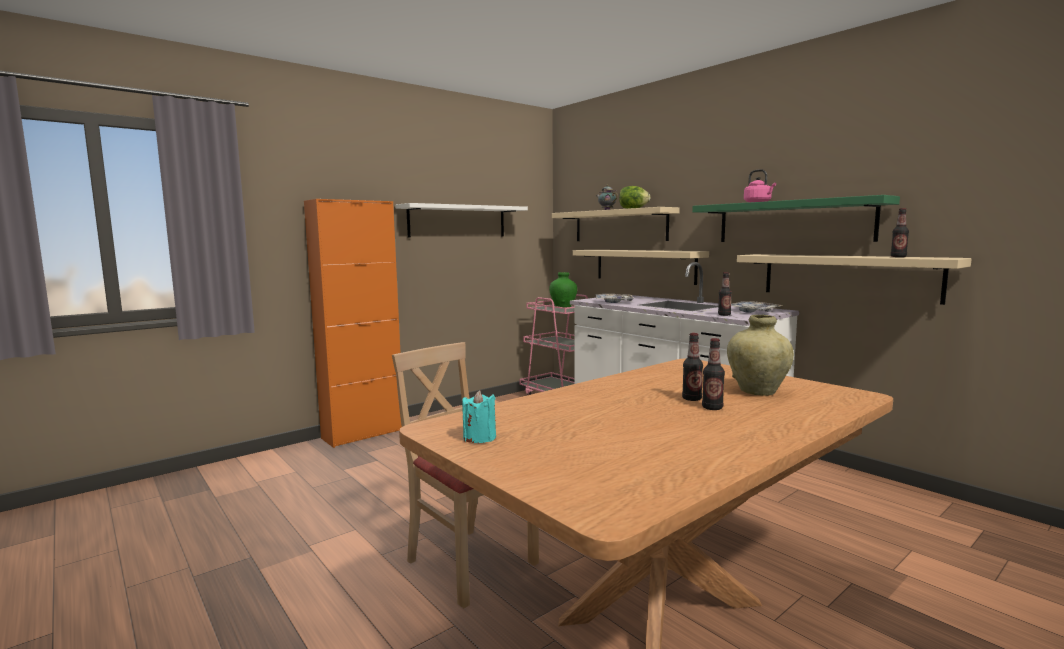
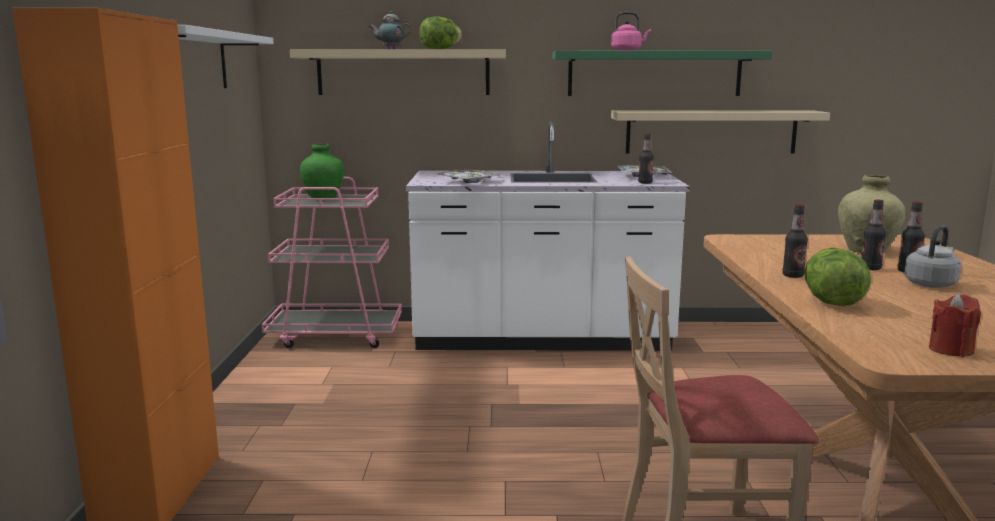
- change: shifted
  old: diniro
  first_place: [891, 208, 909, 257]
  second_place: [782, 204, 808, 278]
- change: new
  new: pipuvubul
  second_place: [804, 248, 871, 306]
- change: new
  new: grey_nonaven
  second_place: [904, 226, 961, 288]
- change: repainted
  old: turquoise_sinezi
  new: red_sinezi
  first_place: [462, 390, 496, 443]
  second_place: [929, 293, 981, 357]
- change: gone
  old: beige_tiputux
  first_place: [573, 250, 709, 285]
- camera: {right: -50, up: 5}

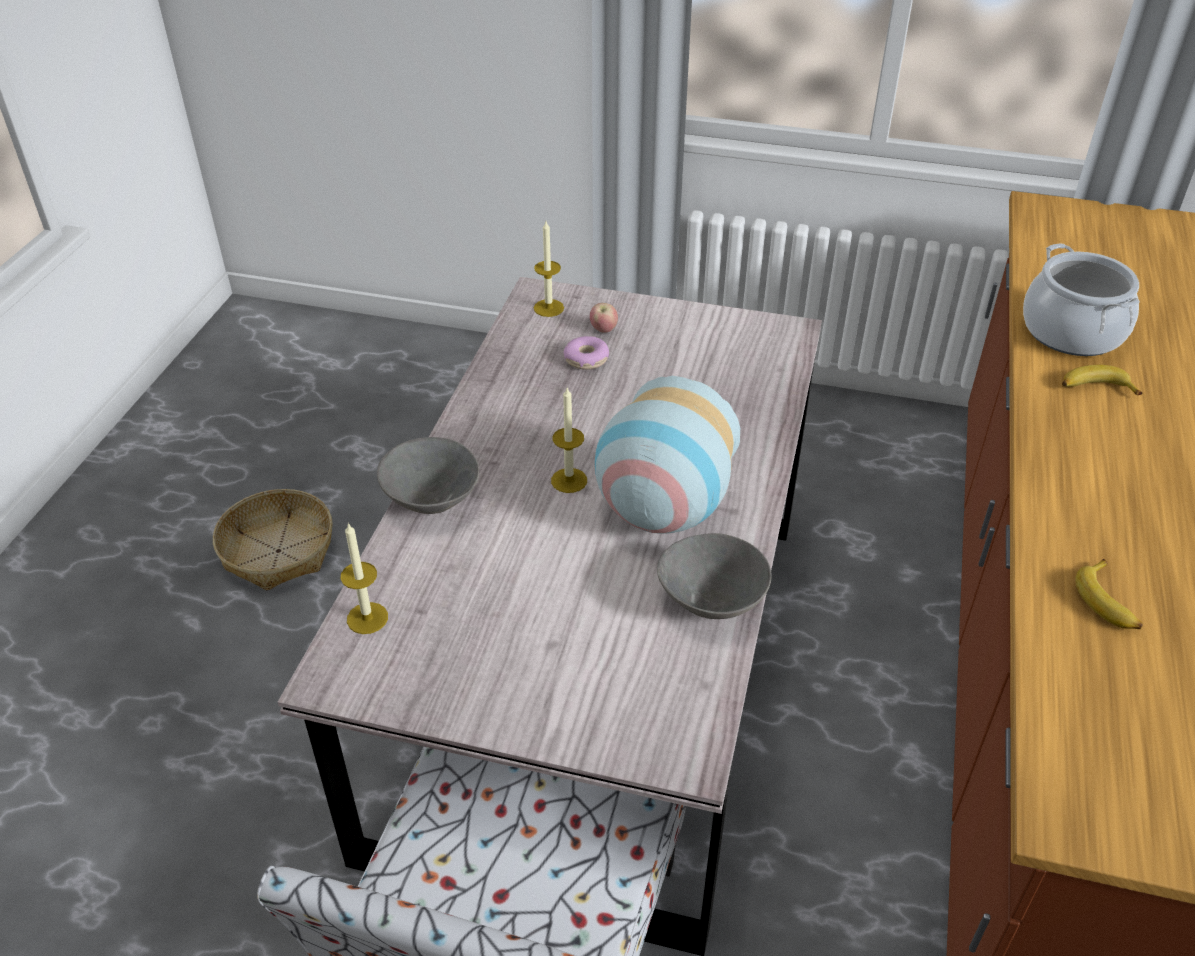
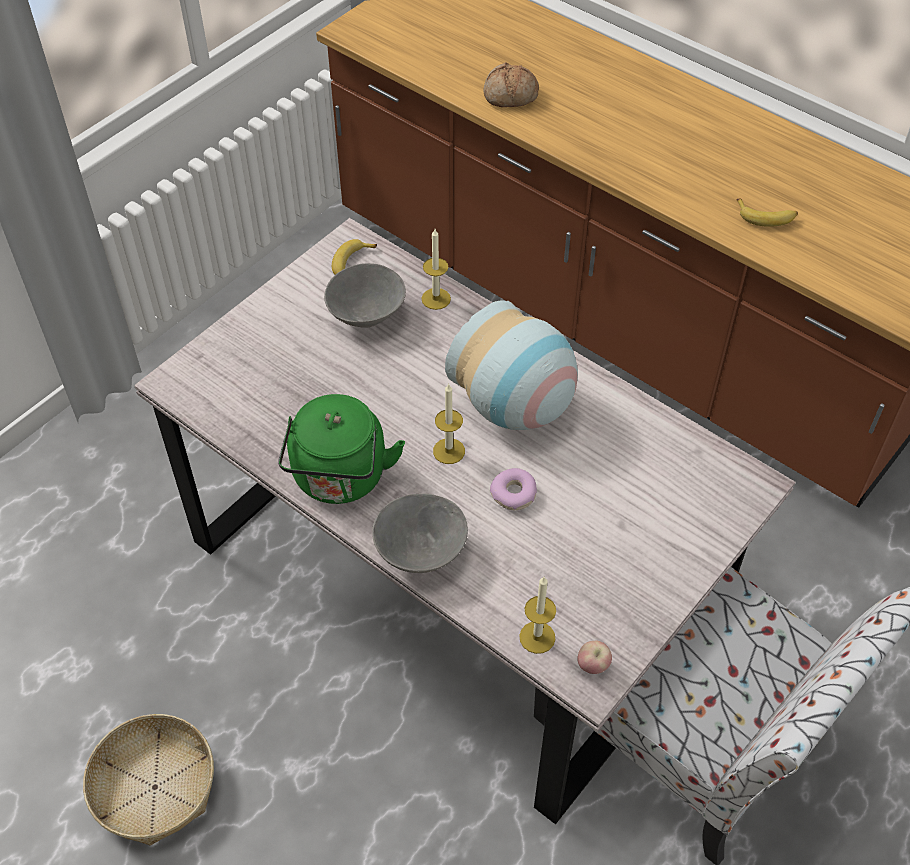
- change: new
  new: green_nonaven
  second_place: [278, 394, 405, 504]
- change: shifted
  old: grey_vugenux
  first_place: [657, 533, 771, 619]
  second_place: [324, 263, 406, 327]
- change: shifted
  old: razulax
  first_place: [1062, 365, 1143, 395]
  second_place: [332, 239, 377, 275]
- change: shifted
  old: sinezi
  first_place: [534, 221, 564, 317]
  second_place: [421, 229, 451, 310]
- change: swapped
  old: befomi
  new: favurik
  first_place: [1023, 244, 1140, 356]
  second_place: [483, 62, 539, 107]
- change: shifted
  old: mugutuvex
  first_place: [564, 336, 609, 370]
  second_place: [490, 468, 537, 510]
- change: shifted
  old: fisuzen
  first_place: [590, 303, 618, 333]
  second_place: [577, 641, 612, 674]
- camera: {right: -65, up: 10}

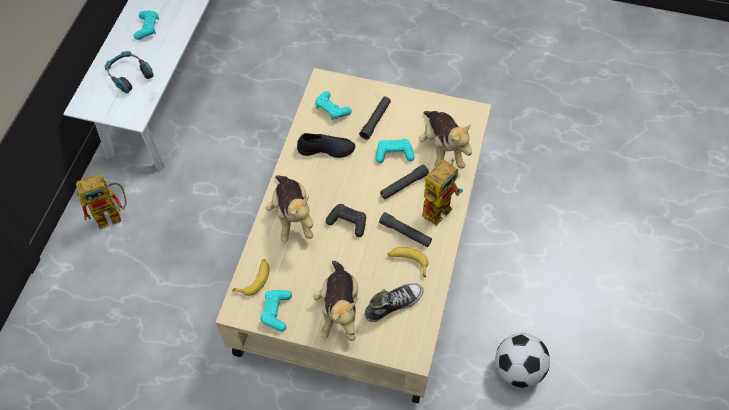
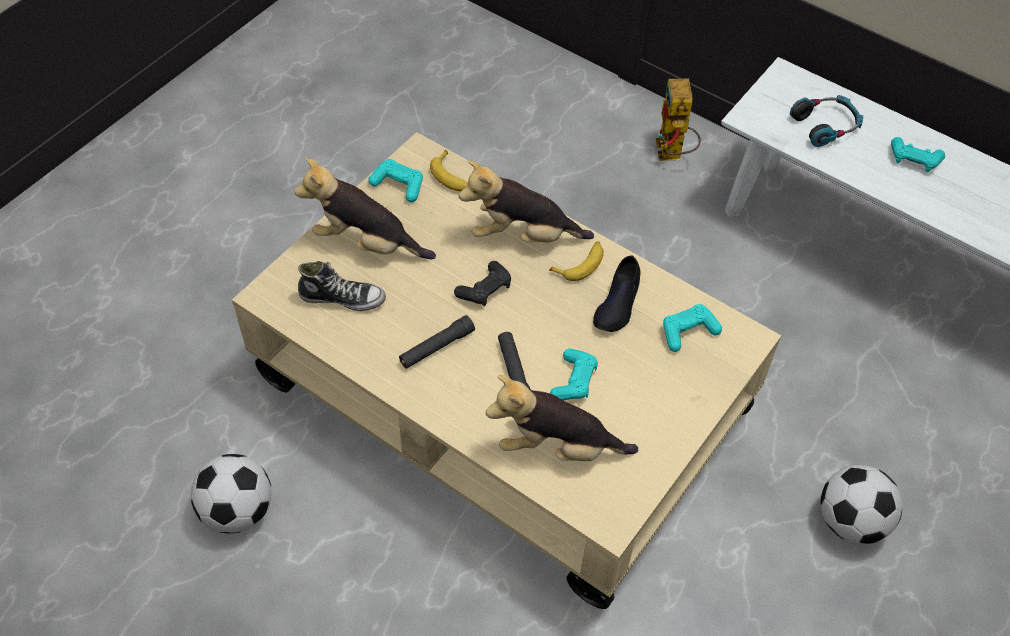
- change: rotated
  old: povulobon
  first_place: [364, 283, 424, 322]
  second_place: [298, 261, 386, 311]
  degrees: -75
- change: shifted
  old: razulax
  first_place: [388, 247, 428, 277]
  second_place: [549, 241, 604, 281]
- change: new
  new: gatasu
  second_place: [820, 465, 903, 544]
- change: gone
  old: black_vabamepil
  first_place: [359, 97, 391, 140]
- change: gone
  old: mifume
  first_place: [422, 158, 463, 226]
- camera: {right: 110, up: -5}

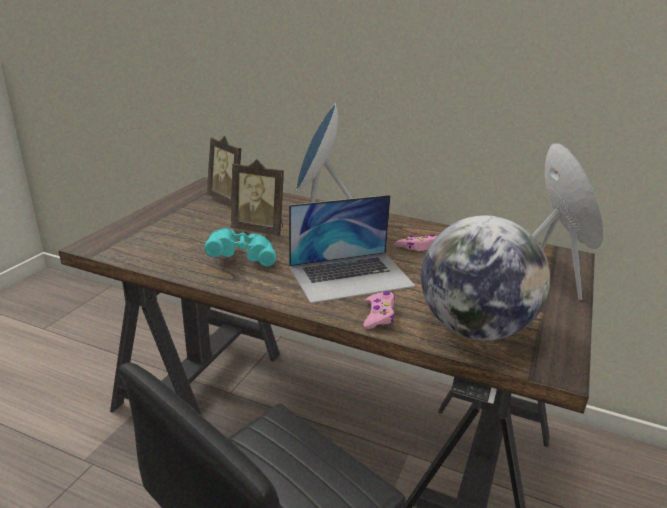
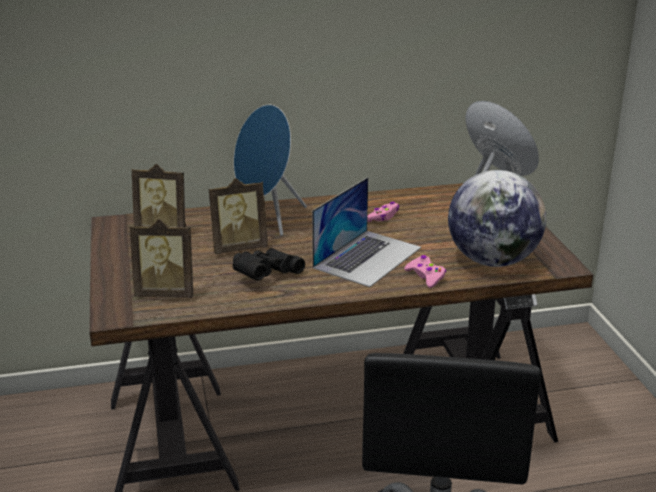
- change: new
  new: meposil
  second_place: [130, 219, 193, 298]
- change: repainted
  old: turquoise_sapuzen
  new: black_sapuzen
  first_place: [205, 228, 276, 266]
  second_place: [233, 248, 305, 281]
- camera: {right: -35, up: 0}

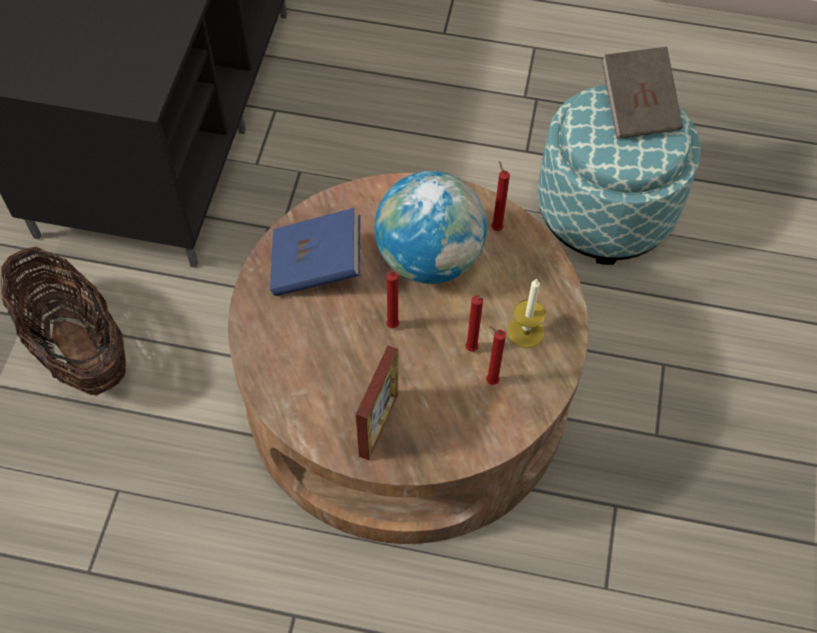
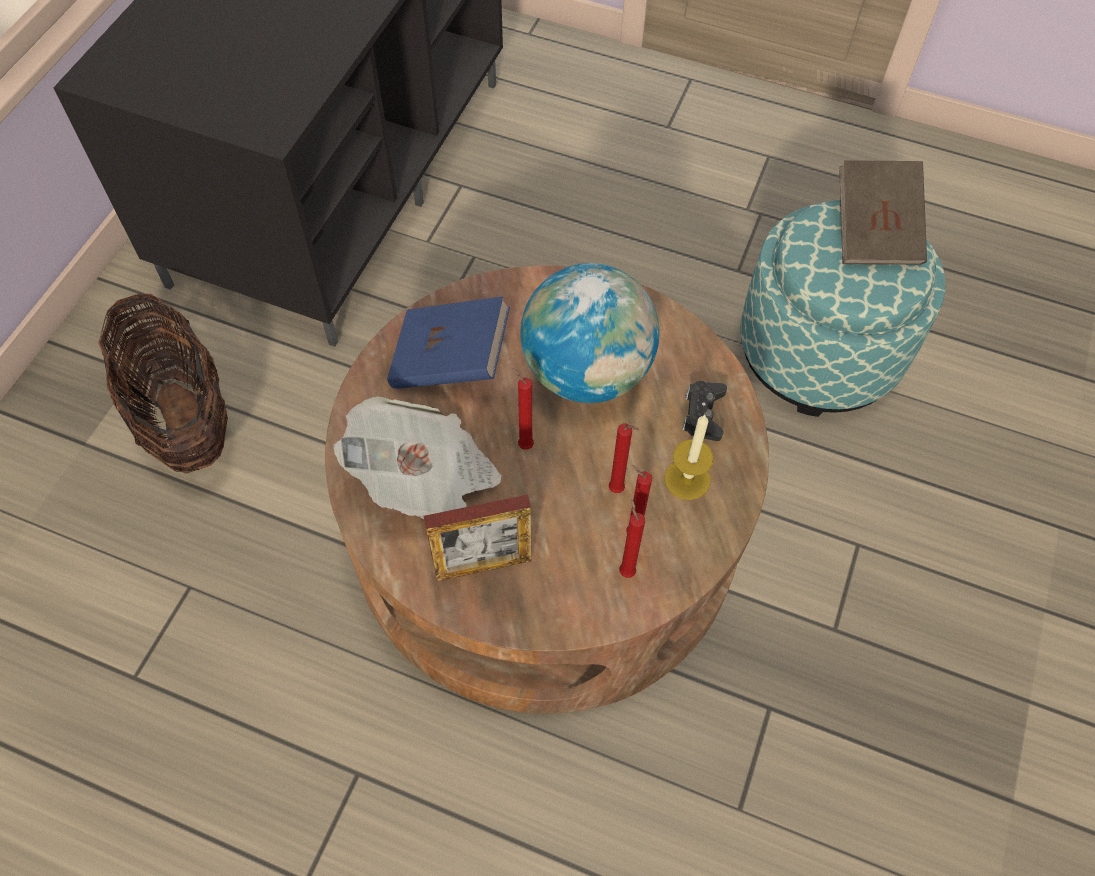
- change: new
  new: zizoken
  second_place: [333, 396, 501, 519]
- change: rotated
  old: meposil
  first_place: [356, 345, 398, 460]
  second_place: [424, 495, 531, 581]
  degrees: 45
- change: shifted
  old: red_sinezi
  first_place: [491, 161, 510, 231]
  second_place: [619, 500, 645, 578]
- change: new
  new: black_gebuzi
  second_place: [682, 381, 727, 441]
- camera: {right: 10, up: 0}

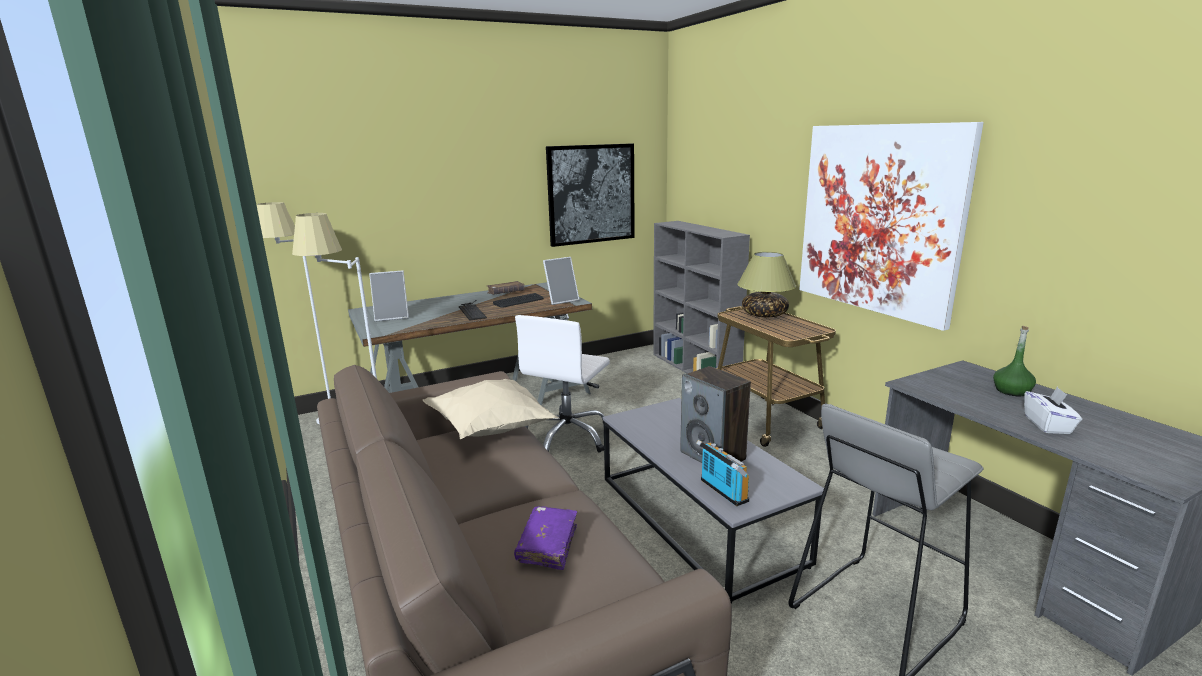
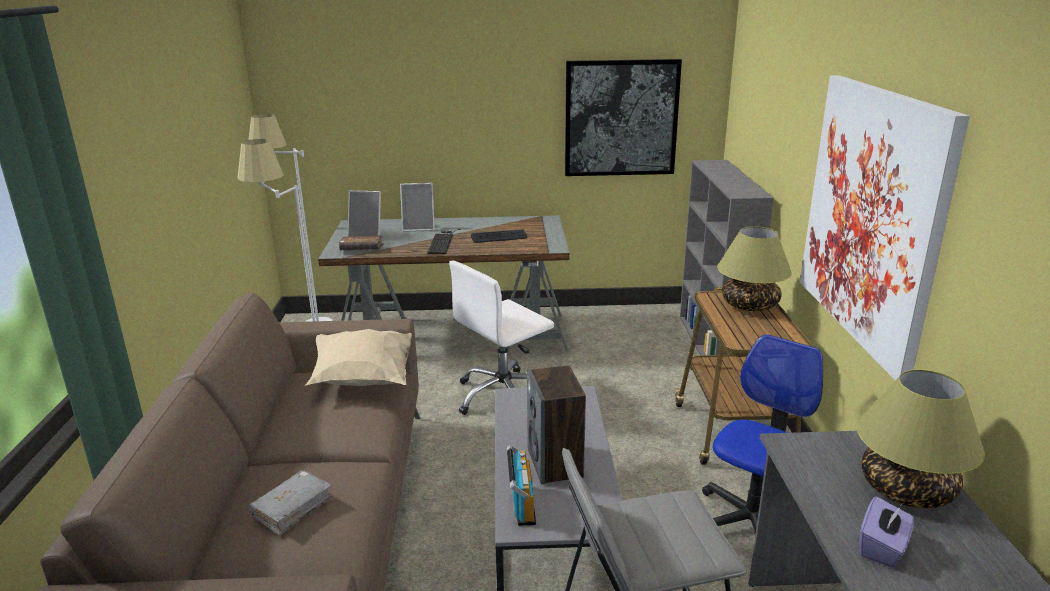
- change: repainted
  old: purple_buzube
  new: grey_buzube
  first_place: [514, 506, 577, 570]
  second_place: [249, 470, 332, 535]
- change: shifted
  old: brown_buzube
  first_place: [487, 281, 524, 295]
  second_place: [339, 235, 383, 250]
- change: shifted
  old: meposil
  first_place: [543, 257, 580, 305]
  second_place: [400, 183, 435, 232]
- change: new
  new: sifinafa
  second_place: [702, 334, 823, 533]
- change: swapped
  old: green_diniro
  new: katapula
  first_place: [993, 326, 1036, 396]
  second_place: [857, 369, 985, 508]
- change: repainted
  old: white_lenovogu
  new: purple_lenovogu
  first_place: [1024, 387, 1082, 434]
  second_place: [859, 497, 914, 568]
- camera: {right: 25, up: 5}

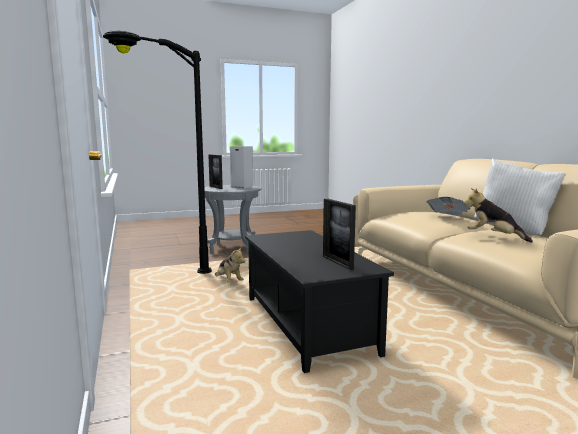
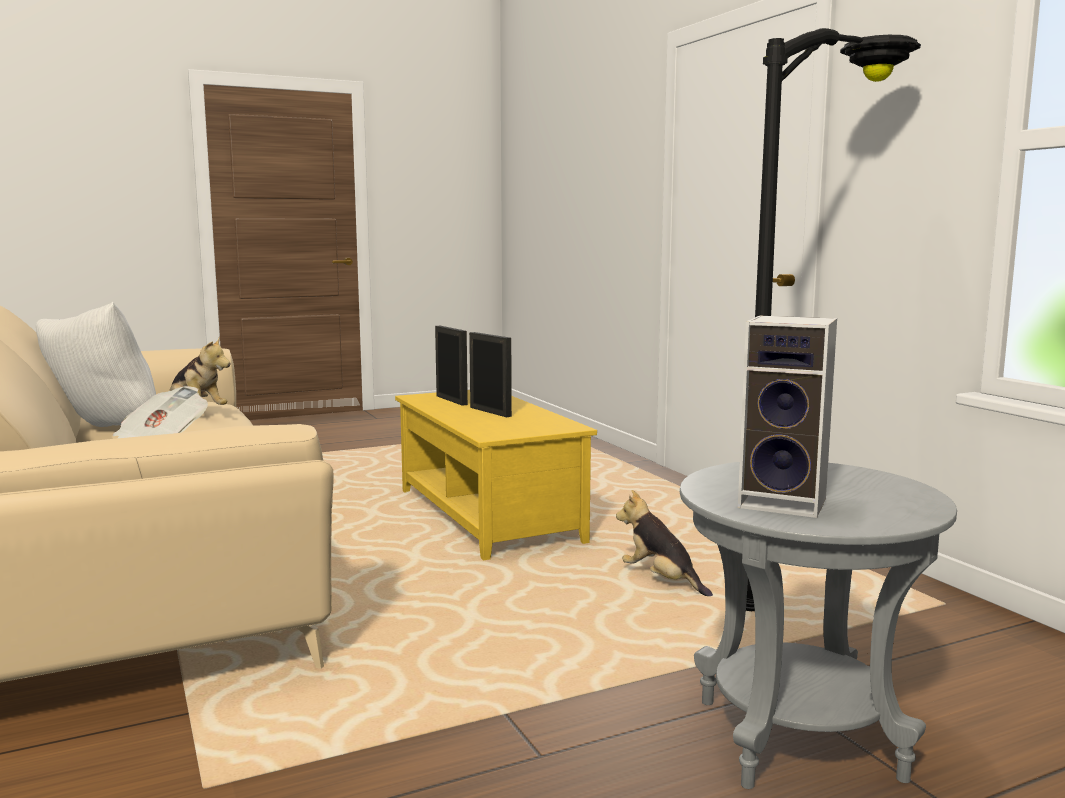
- change: repainted
  old: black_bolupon
  new: yellow_bolupon
  first_place: [245, 230, 394, 373]
  second_place: [395, 390, 597, 560]
- change: shifted
  old: meposil
  first_place: [208, 154, 223, 189]
  second_place: [469, 332, 512, 417]
- camera: {right: 175, up: 0}

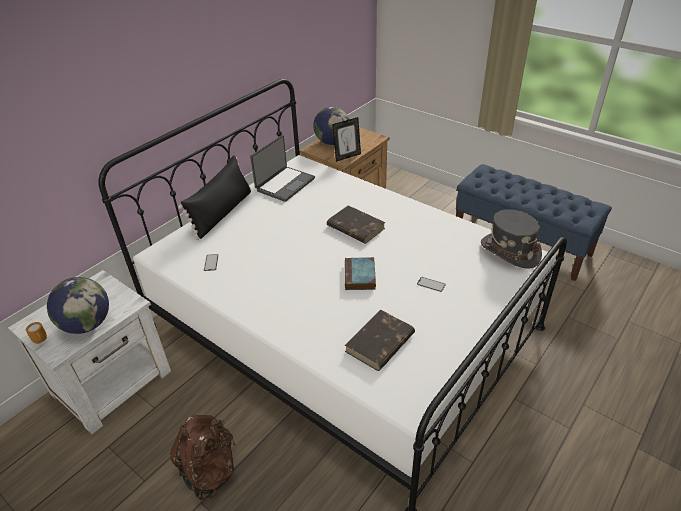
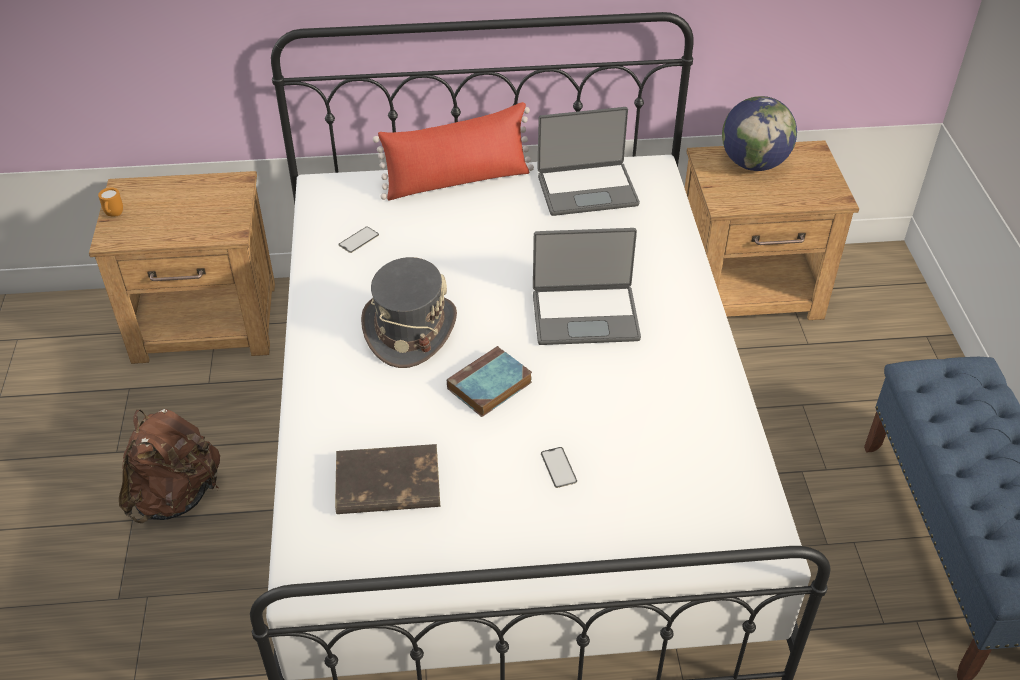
- change: repainted
  old: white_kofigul
  new: brown_kofigul
  first_place: [8, 270, 171, 434]
  second_place: [89, 171, 275, 364]
- change: shifted
  old: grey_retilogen
  first_place: [481, 209, 542, 269]
  second_place: [361, 257, 457, 368]
- change: repainted
  old: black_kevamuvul
  new: red_kevamuvul
  first_place: [178, 155, 251, 240]
  second_place: [373, 102, 534, 201]
- change: swapped
  old: brown_buzube
  new: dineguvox
  first_place: [327, 205, 385, 244]
  second_place: [533, 228, 641, 345]
- change: gone
  old: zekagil
  first_place: [47, 277, 109, 334]
- change: gone
  old: meposil
  first_place: [332, 117, 361, 162]
- camera: {right: 45, up: 5}

